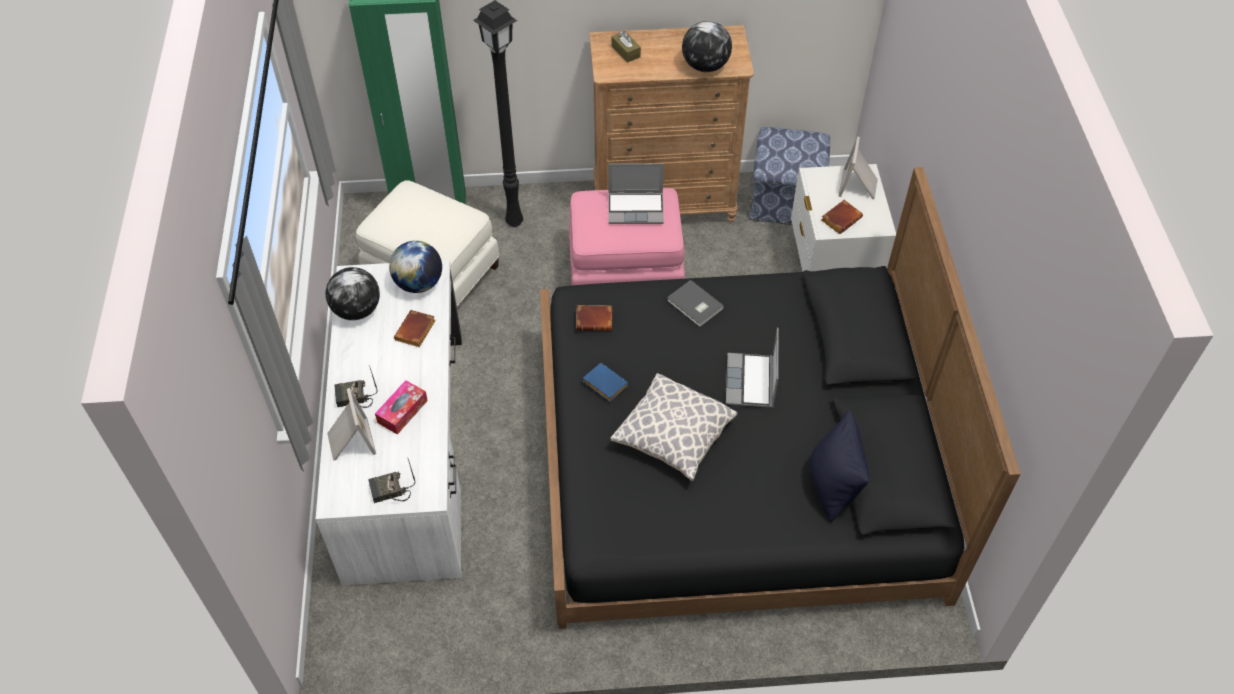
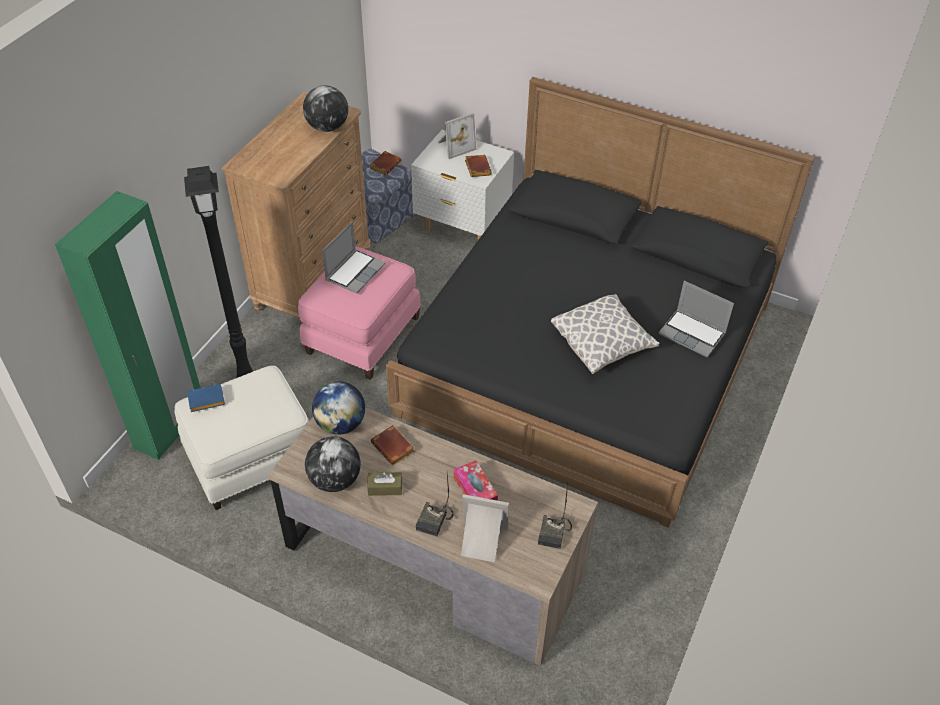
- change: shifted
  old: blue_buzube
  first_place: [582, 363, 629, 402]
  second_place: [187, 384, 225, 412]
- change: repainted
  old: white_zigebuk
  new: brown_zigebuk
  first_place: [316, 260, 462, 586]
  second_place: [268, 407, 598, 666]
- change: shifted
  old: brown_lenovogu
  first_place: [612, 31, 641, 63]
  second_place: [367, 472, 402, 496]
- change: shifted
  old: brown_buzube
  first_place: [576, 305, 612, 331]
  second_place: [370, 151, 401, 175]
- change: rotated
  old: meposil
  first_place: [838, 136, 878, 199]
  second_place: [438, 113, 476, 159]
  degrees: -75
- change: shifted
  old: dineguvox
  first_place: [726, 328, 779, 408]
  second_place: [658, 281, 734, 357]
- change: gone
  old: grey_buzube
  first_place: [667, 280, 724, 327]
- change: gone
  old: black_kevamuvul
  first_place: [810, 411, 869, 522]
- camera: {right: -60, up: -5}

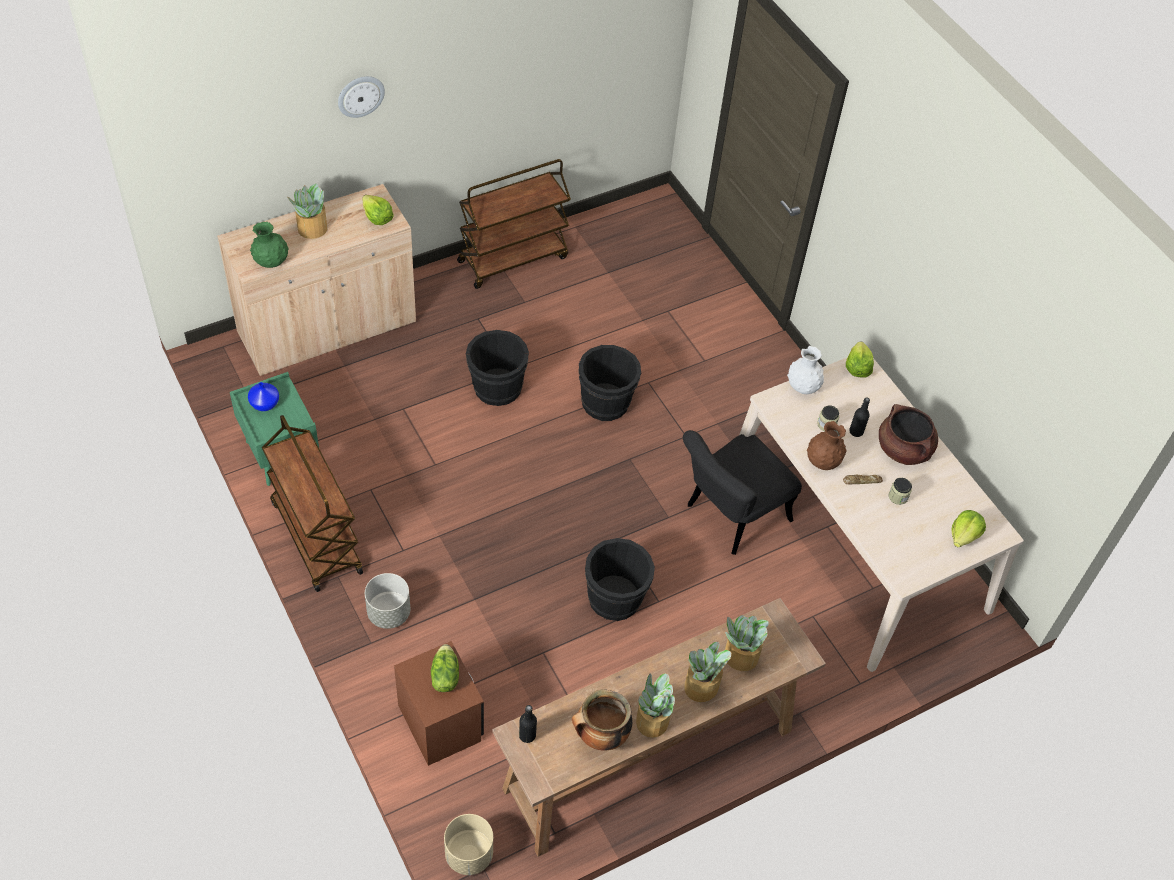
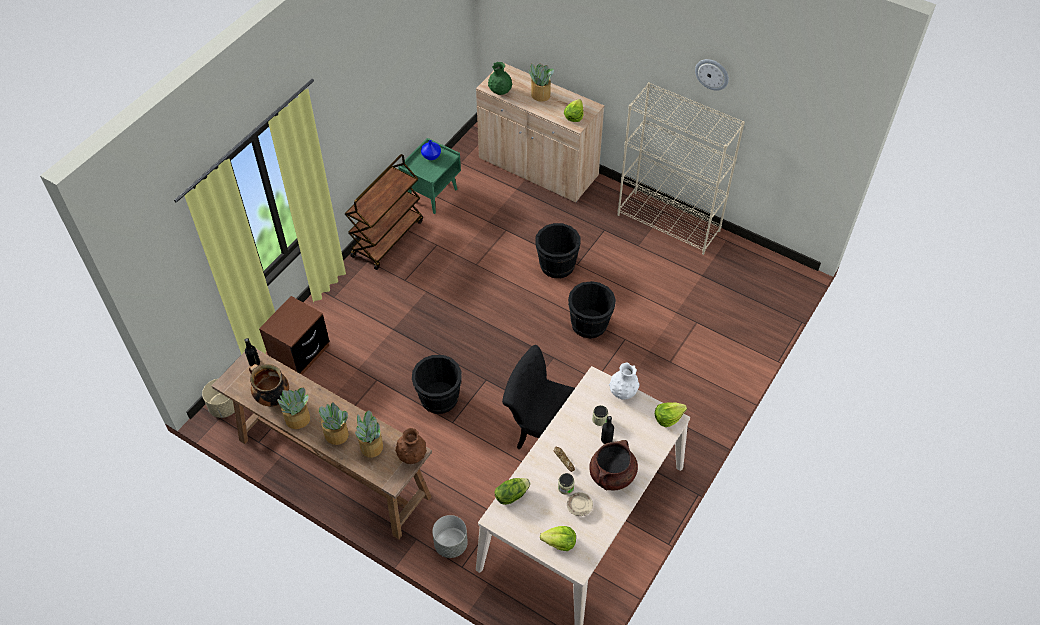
- change: shifted
  old: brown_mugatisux
  first_place: [807, 421, 847, 470]
  second_place: [395, 428, 427, 464]
- change: shifted
  old: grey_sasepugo
  first_place: [365, 573, 410, 629]
  second_place: [432, 515, 468, 558]
- change: shifted
  old: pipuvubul
  first_place: [431, 644, 459, 692]
  second_place: [495, 478, 531, 505]
- change: new
  new: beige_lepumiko
  second_place: [567, 492, 593, 516]
- change: swapped
  old: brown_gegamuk
  new: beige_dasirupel
  first_place: [457, 159, 571, 289]
  second_place: [618, 82, 745, 255]
- change: shifted
  old: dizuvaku
  first_place: [338, 76, 385, 118]
  second_place: [695, 59, 729, 91]
- camera: {right: 65, up: 0}

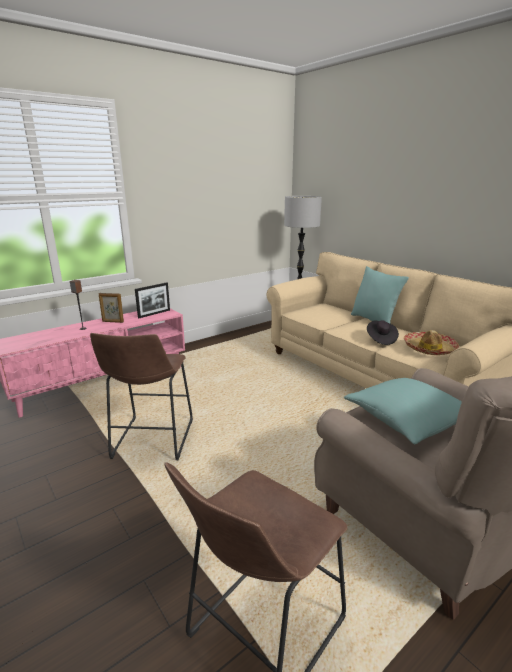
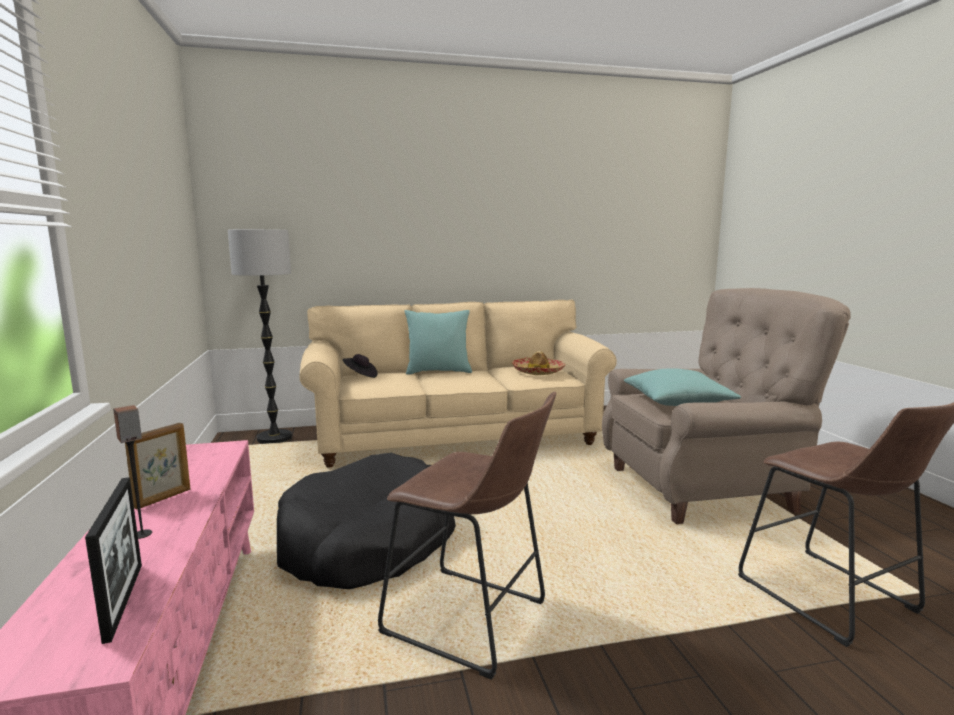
- change: shifted
  old: meposil
  first_place: [135, 282, 170, 318]
  second_place: [85, 477, 142, 644]
- change: new
  new: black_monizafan
  second_place: [277, 453, 456, 589]
- change: shifted
  old: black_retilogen
  first_place: [367, 320, 399, 345]
  second_place: [343, 354, 378, 378]
- camera: {right: -65, up: -10}

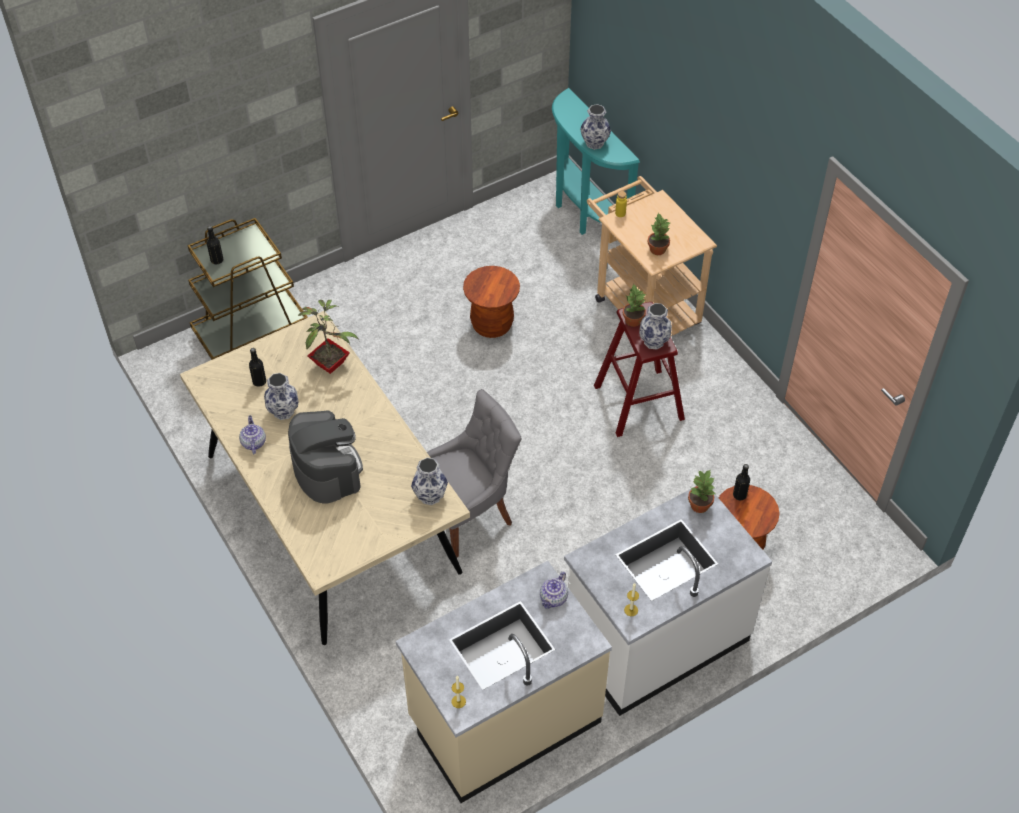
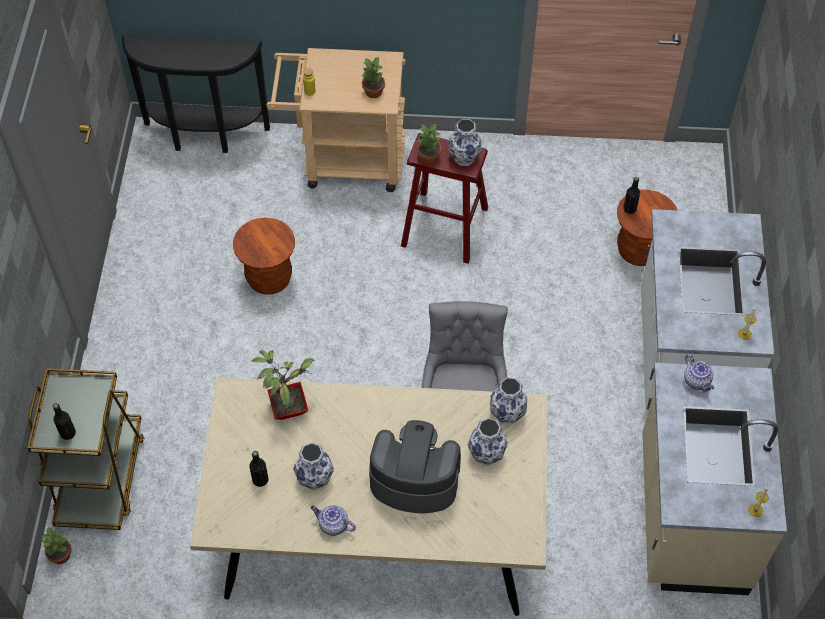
- change: shifted
  old: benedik
  first_place: [688, 470, 715, 513]
  second_place: [41, 526, 71, 564]
- change: repainted
  old: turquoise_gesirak
  new: black_gesirak
  first_place: [552, 88, 640, 235]
  second_place: [122, 35, 270, 153]
- change: shifted
  old: mugatisux
  first_place: [580, 104, 611, 150]
  second_place: [468, 418, 508, 466]
- camera: {right: -55, up: 5}

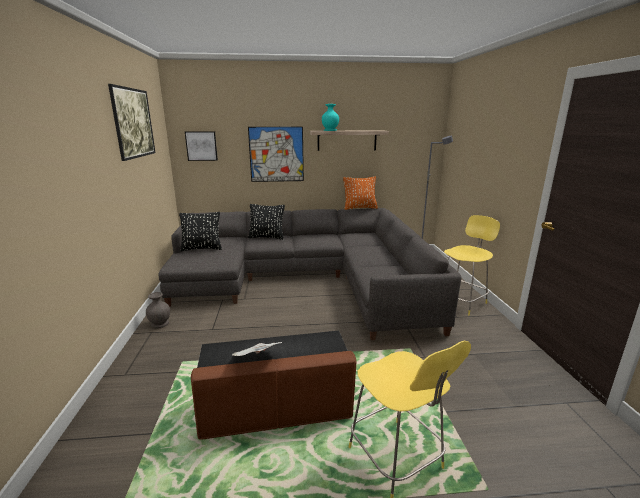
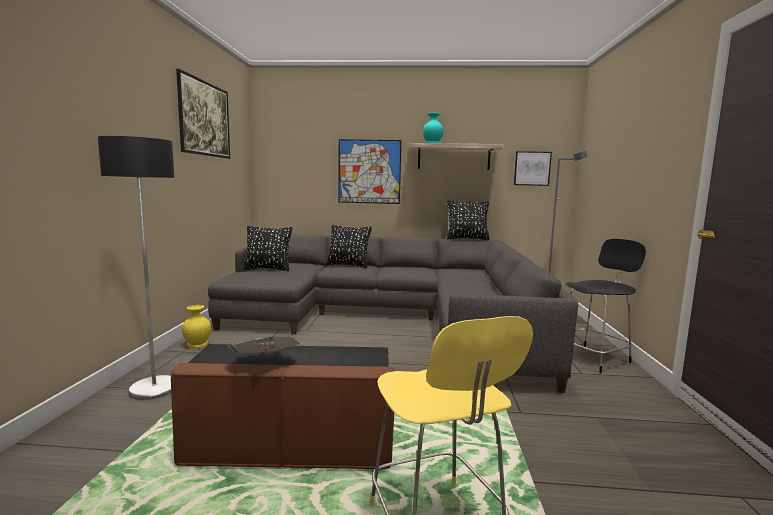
- change: new
  new: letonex
  second_place: [98, 136, 174, 400]
- change: repainted
  old: grey_mugatisux
  new: yellow_mugatisux
  first_place: [146, 292, 170, 328]
  second_place: [182, 305, 211, 349]
- change: repainted
  old: orange_kevamuvul
  new: black_kevamuvul
  first_place: [343, 176, 378, 210]
  second_place: [447, 201, 490, 241]
- change: shifted
  old: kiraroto
  first_place: [185, 131, 218, 161]
  second_place: [514, 151, 552, 186]
- change: repainted
  old: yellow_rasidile
  new: black_rasidile
  first_place: [444, 215, 500, 316]
  second_place: [566, 239, 646, 373]
- camera: {right: 10, up: -10}

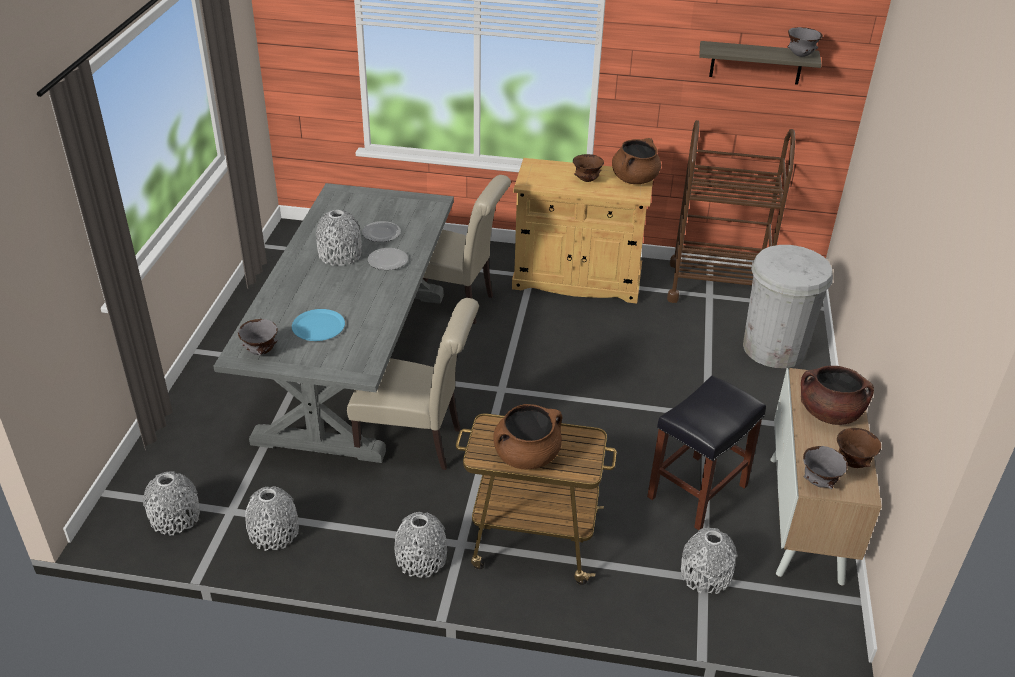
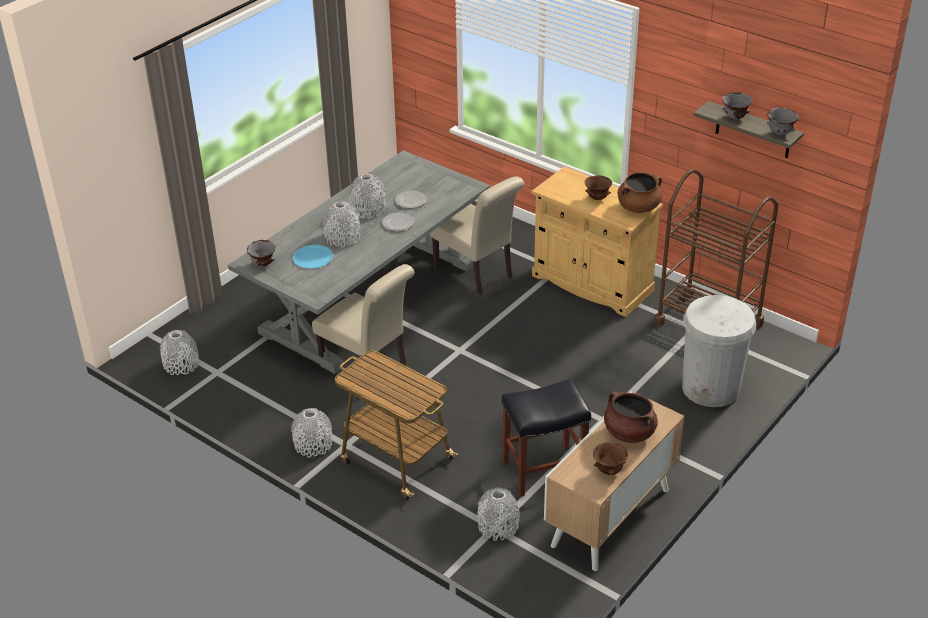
- change: shifted
  old: grey_mugatisux
  first_place: [245, 486, 299, 551]
  second_place: [323, 201, 360, 247]
- change: shifted
  old: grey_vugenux
  first_place: [803, 446, 848, 489]
  second_place: [722, 92, 752, 119]
- change: gone
  old: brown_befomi
  first_place: [493, 404, 562, 469]
- camera: {right: 30, up: 0}

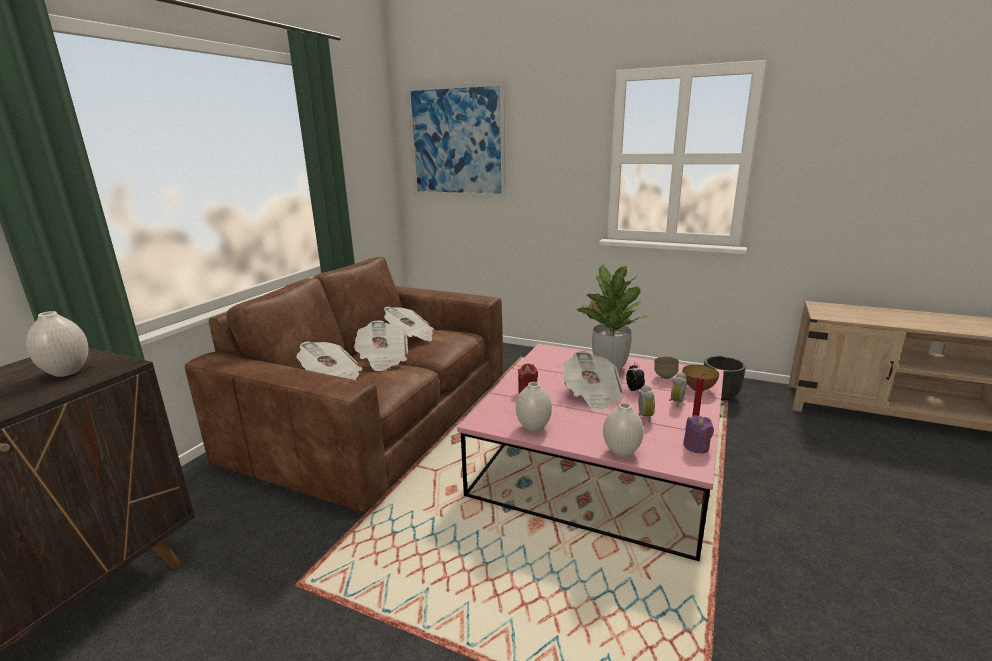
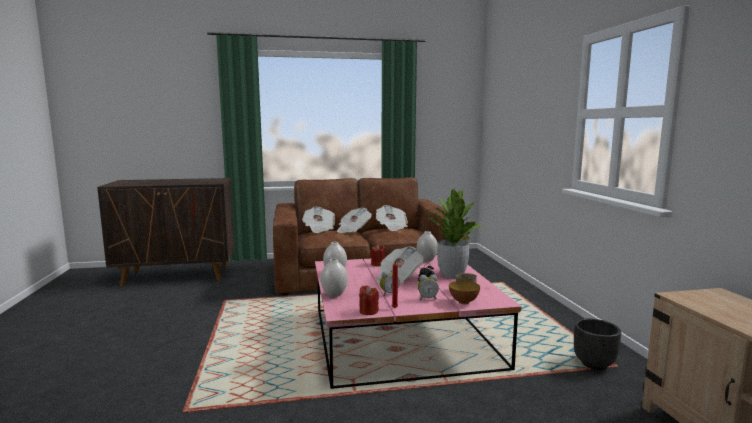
- change: repainted
  old: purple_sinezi
  new: red_sinezi
  first_place: [683, 415, 714, 453]
  second_place: [359, 285, 379, 315]
- change: shifted
  old: white_mugatisux
  first_place: [26, 311, 89, 377]
  second_place: [416, 231, 438, 262]
- change: gone
  old: kiraroto
  first_place: [407, 81, 506, 198]
- camera: {right: 55, up: -10}

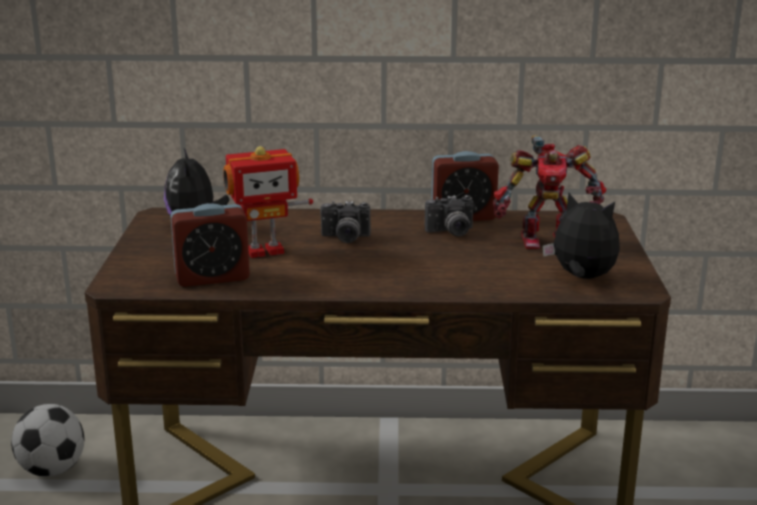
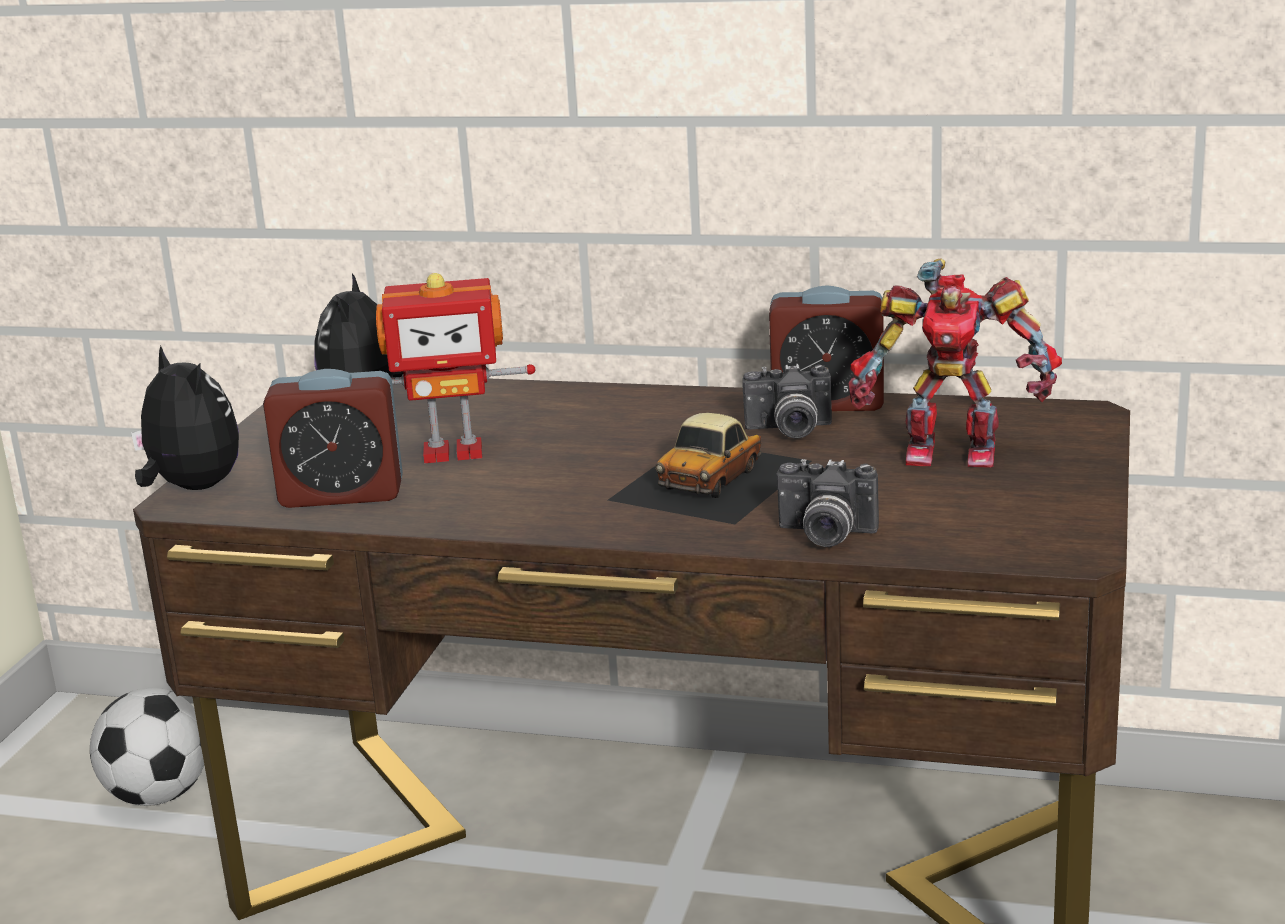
- change: shifted
  old: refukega
  first_place: [542, 193, 620, 279]
  second_place: [131, 346, 239, 490]
- change: new
  new: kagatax
  second_place: [608, 413, 812, 524]
- change: shifted
  old: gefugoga
  first_place: [320, 201, 371, 243]
  second_place: [776, 459, 879, 547]
- camera: {right: 15, up: 0}

